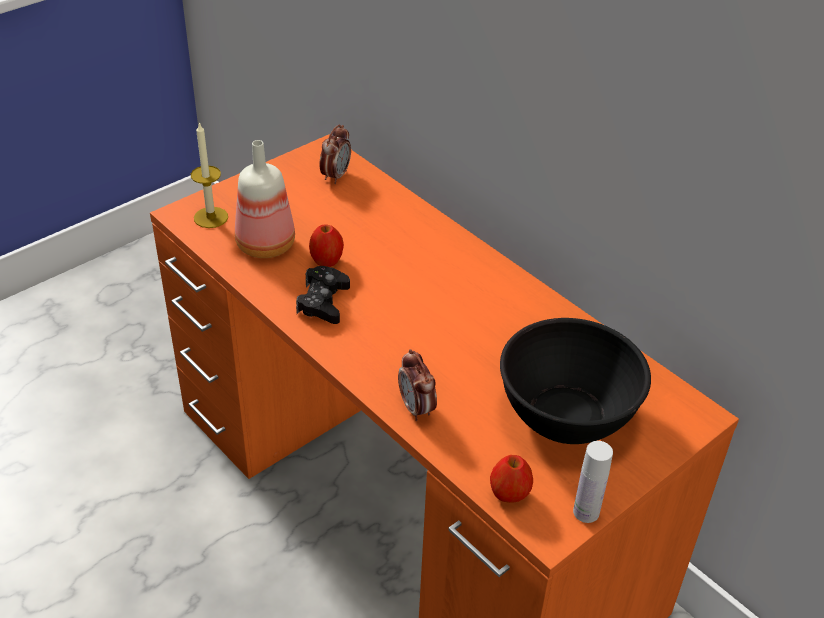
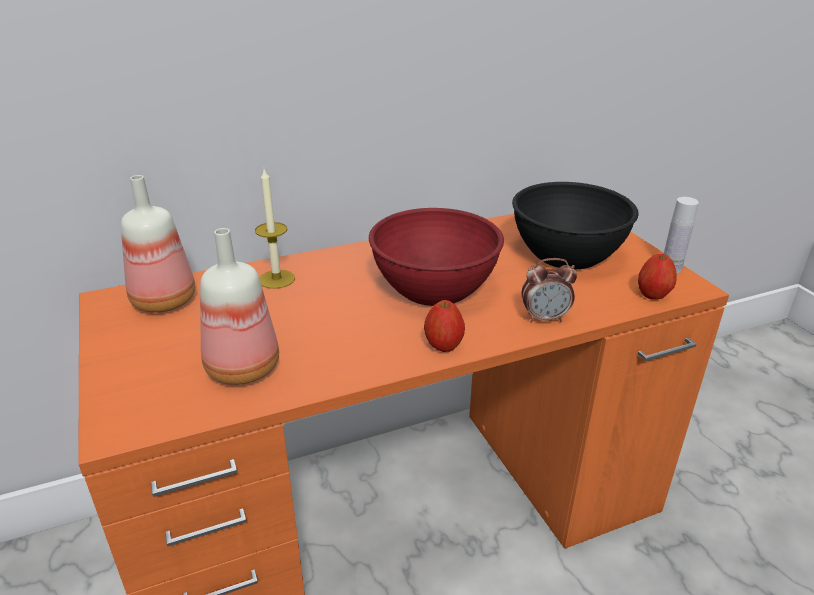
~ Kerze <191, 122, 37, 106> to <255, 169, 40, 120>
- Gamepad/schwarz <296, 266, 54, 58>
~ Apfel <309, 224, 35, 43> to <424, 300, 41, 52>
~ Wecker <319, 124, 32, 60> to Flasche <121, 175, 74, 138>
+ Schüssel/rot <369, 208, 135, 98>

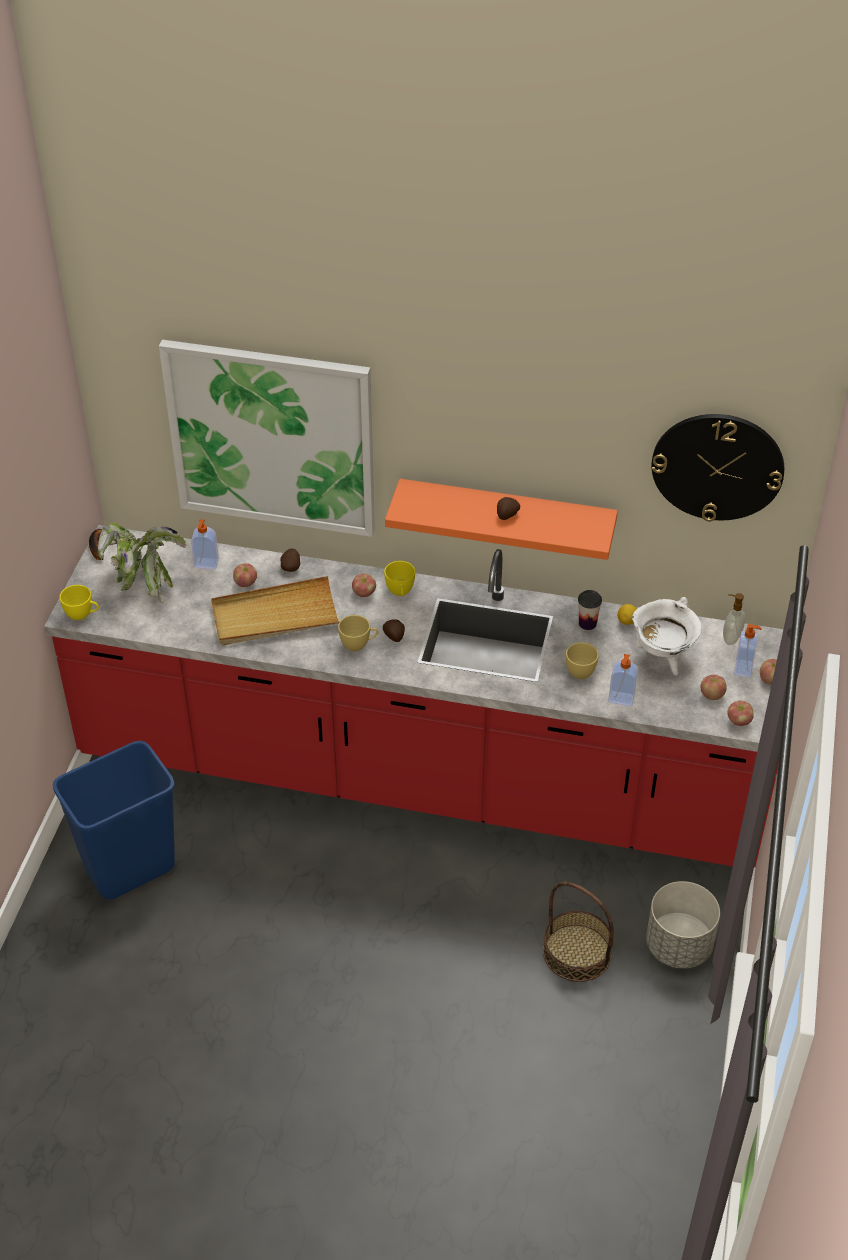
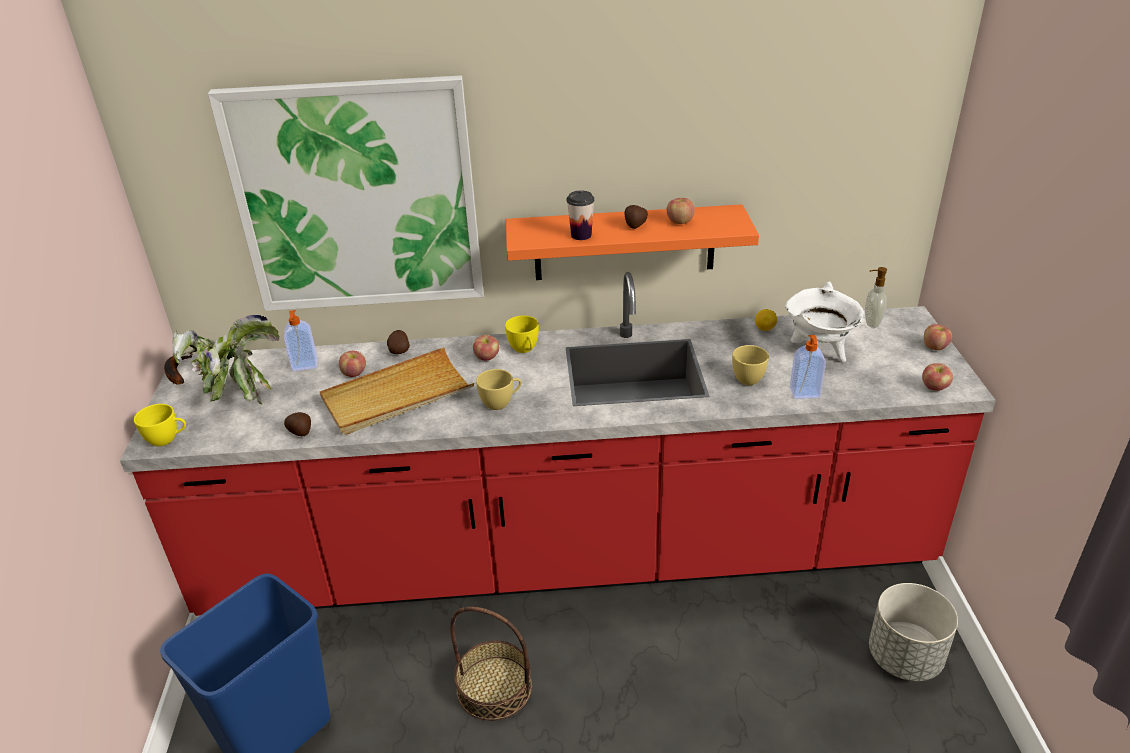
~ Kartoffel <383, 619, 22, 23> to <284, 412, 27, 24>
~ Korb <543, 882, 71, 100> to <450, 607, 82, 114>
~ Tasse <578, 590, 24, 40> to <567, 191, 27, 49>
- Wanduhr <651, 414, 133, 108>
~ Apfel <700, 675, 27, 25> to <667, 198, 28, 26>
- Seifenspender <734, 624, 28, 54>

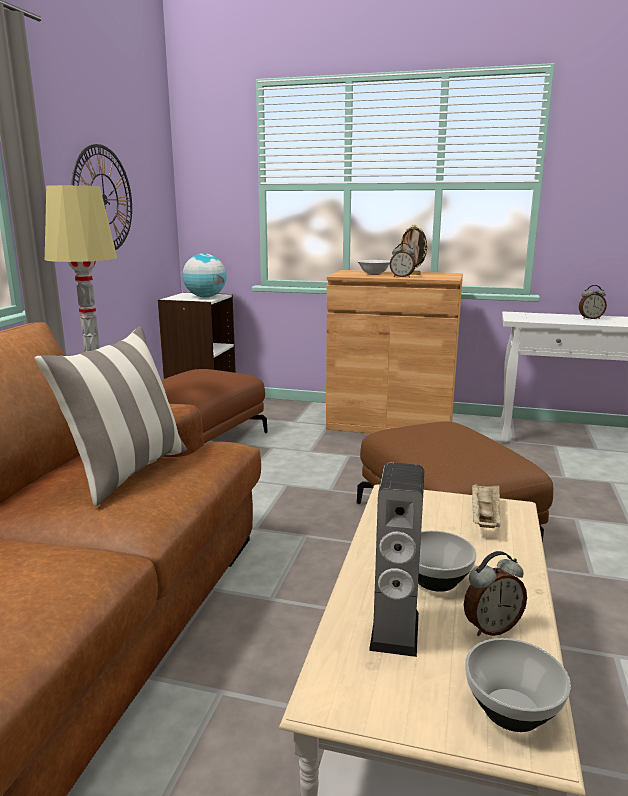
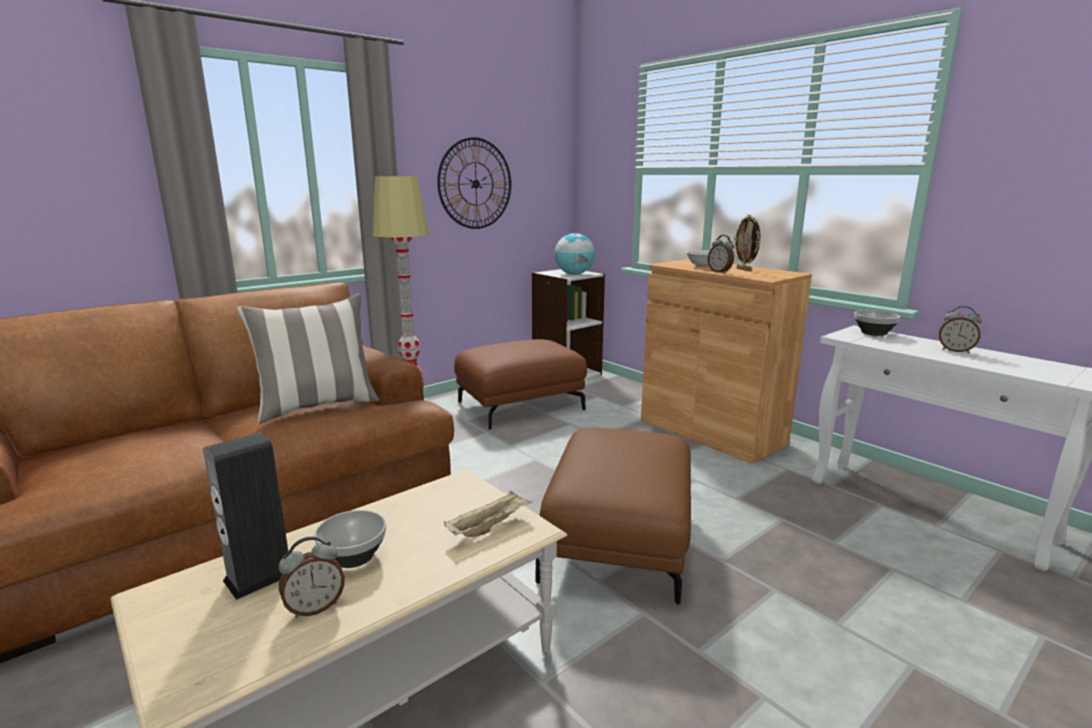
~ Wecker <464, 551, 63, 85> = <279, 537, 66, 81> 45 degrees counterclockwise
~ Schüssel <465, 638, 106, 94> to <854, 310, 46, 26>

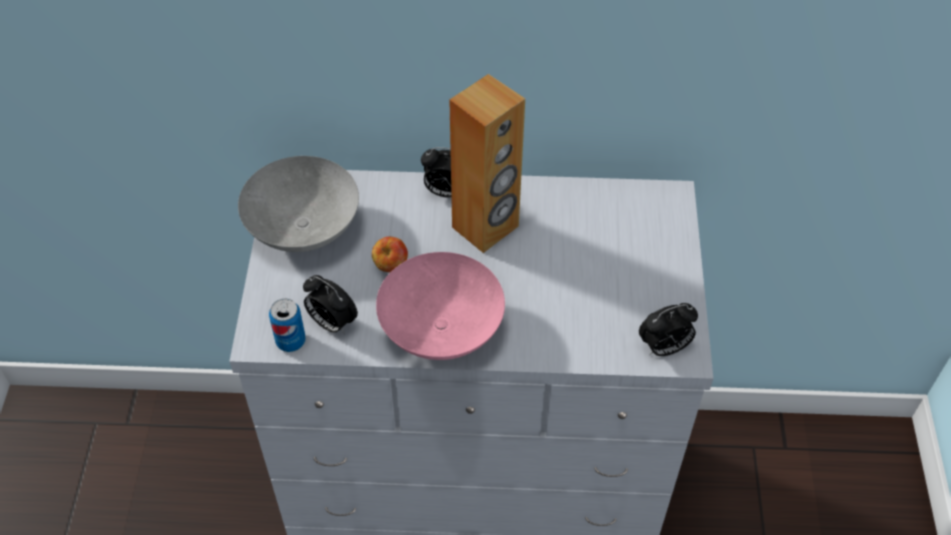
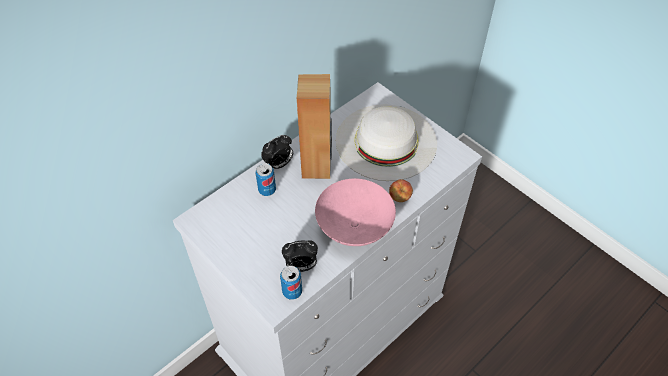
- Schüssel/grau <238, 156, 121, 96>
~ Apfel <372, 237, 36, 35> to <389, 179, 24, 23>
- Wecker <639, 303, 59, 53>
+ Dose <255, 163, 21, 33>
+ Hut/weiß <336, 105, 101, 76>

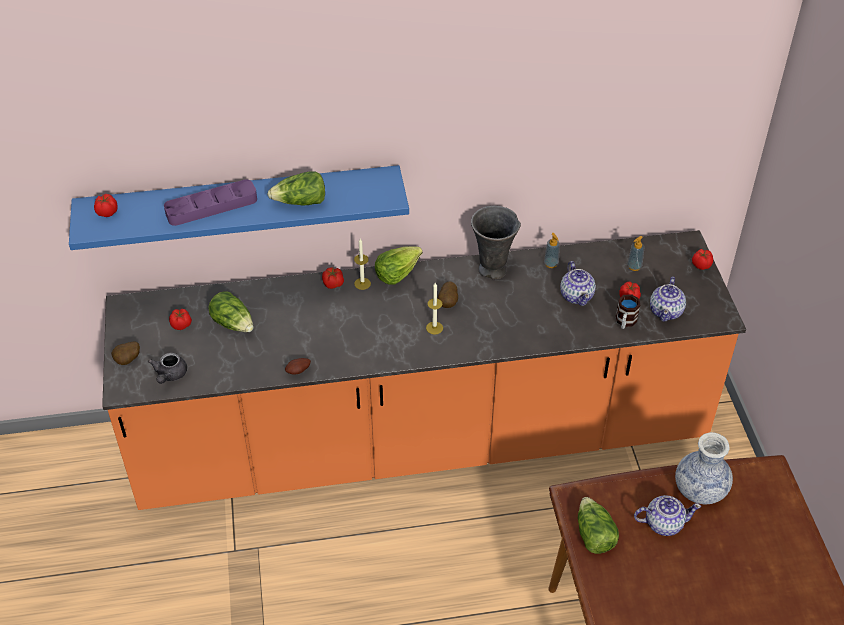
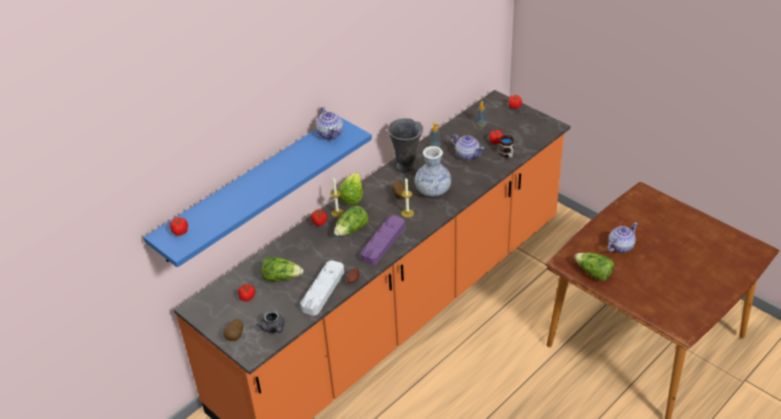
~ Tablett/lila <164, 179, 93, 47> to <361, 215, 44, 50>
~ Salatkopf <267, 171, 58, 35> to <334, 206, 35, 30>
~ Teekanne <650, 276, 36, 46> to <316, 107, 27, 32>
~ Vase <675, 432, 58, 72> to <415, 146, 36, 51>
+ Tablett/grau <300, 260, 44, 56>

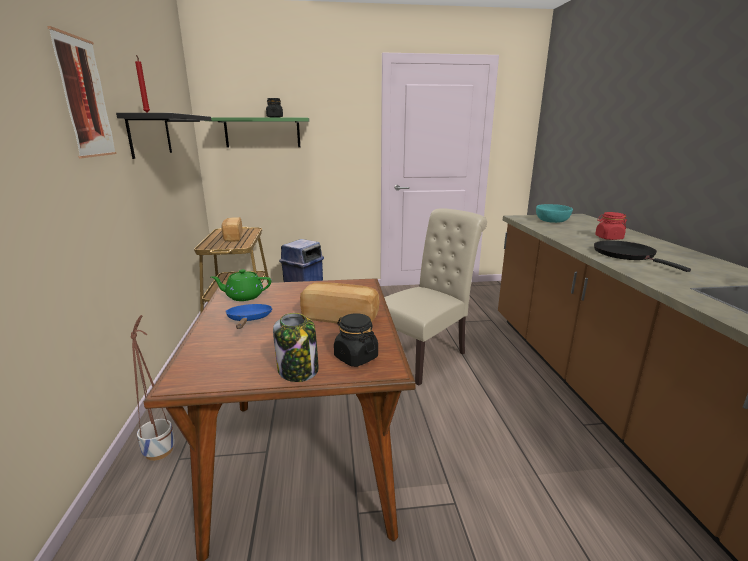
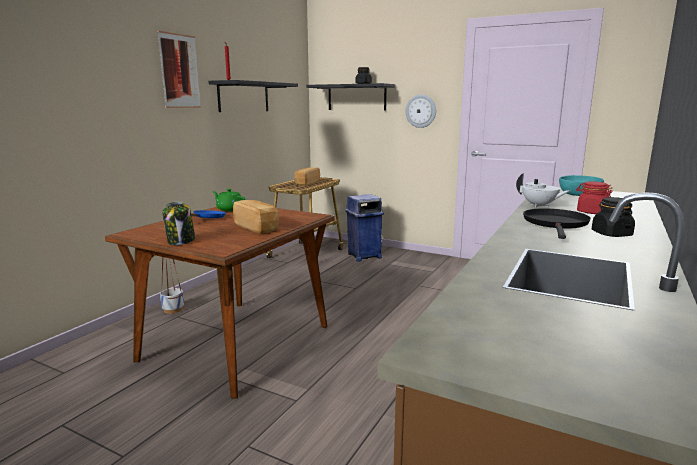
~ Wandregal/grün <211, 117, 98, 31> to Wandregal/schwarz <306, 83, 89, 27>
~ Vorratsglas/schwarz <334, 313, 44, 54> to <592, 197, 43, 40>
- Stuhl/beige <384, 208, 103, 177>
+ Wanduhr <406, 95, 30, 33>
+ Teekanne/weiß <516, 173, 54, 34>

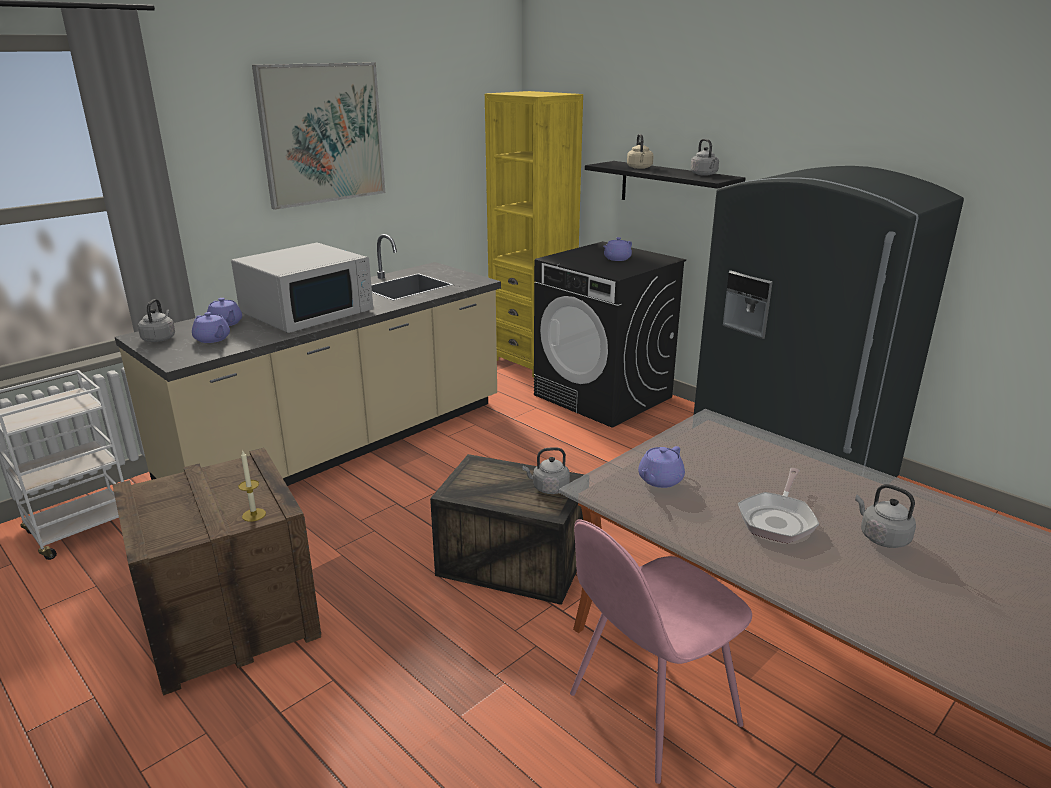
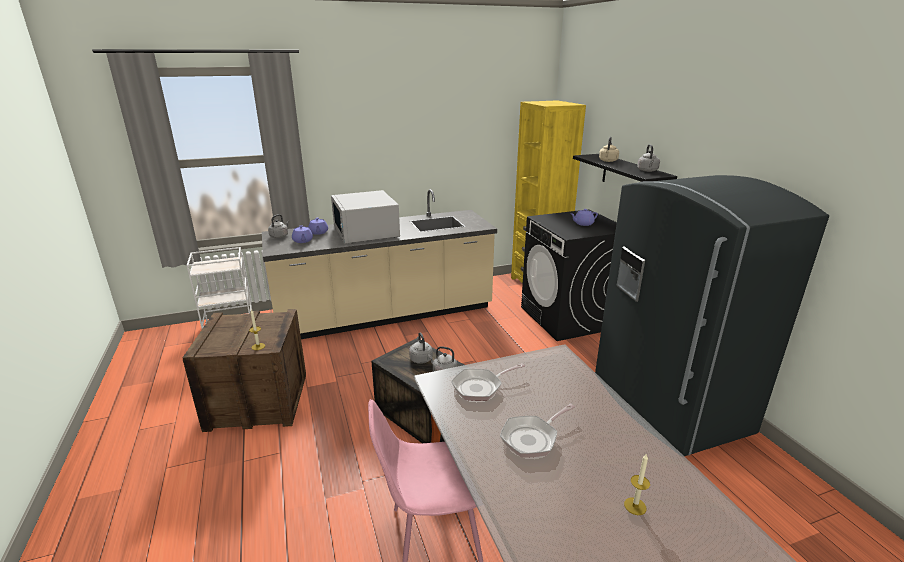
~ Mikrowelle/weiß <231, 243, 142, 90> = <331, 190, 69, 54> 90 degrees clockwise
- Bild <252, 62, 133, 148>
~ Teekanne/lila <638, 446, 47, 42> to Pfanne <451, 363, 74, 38>
~ Wasserkessel/grau <855, 484, 61, 64> to <409, 332, 24, 32>
+ Kerze <624, 453, 26, 62>

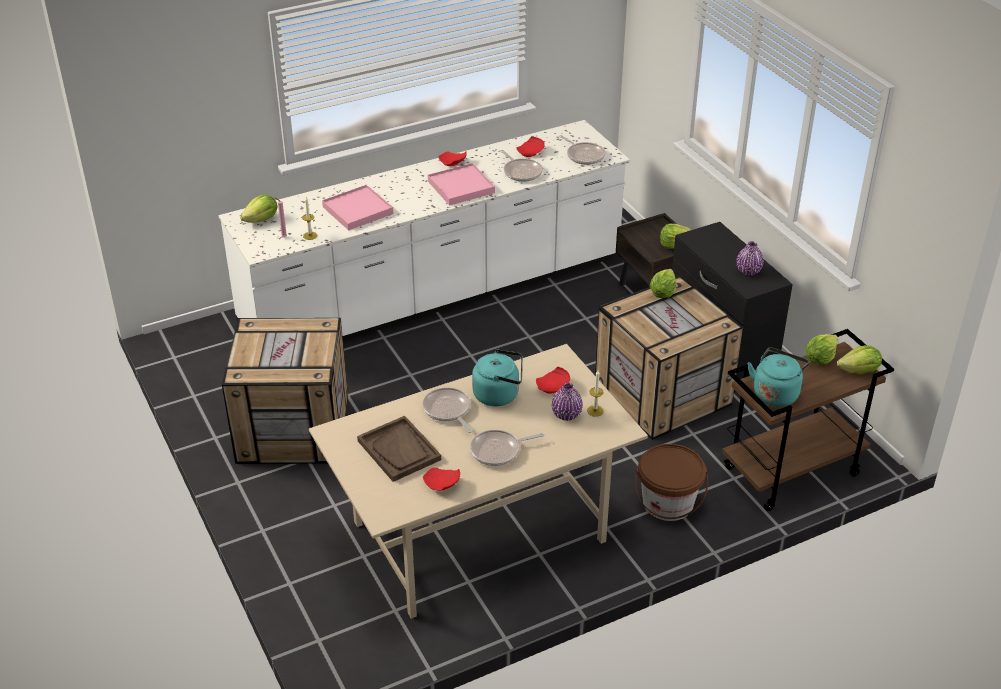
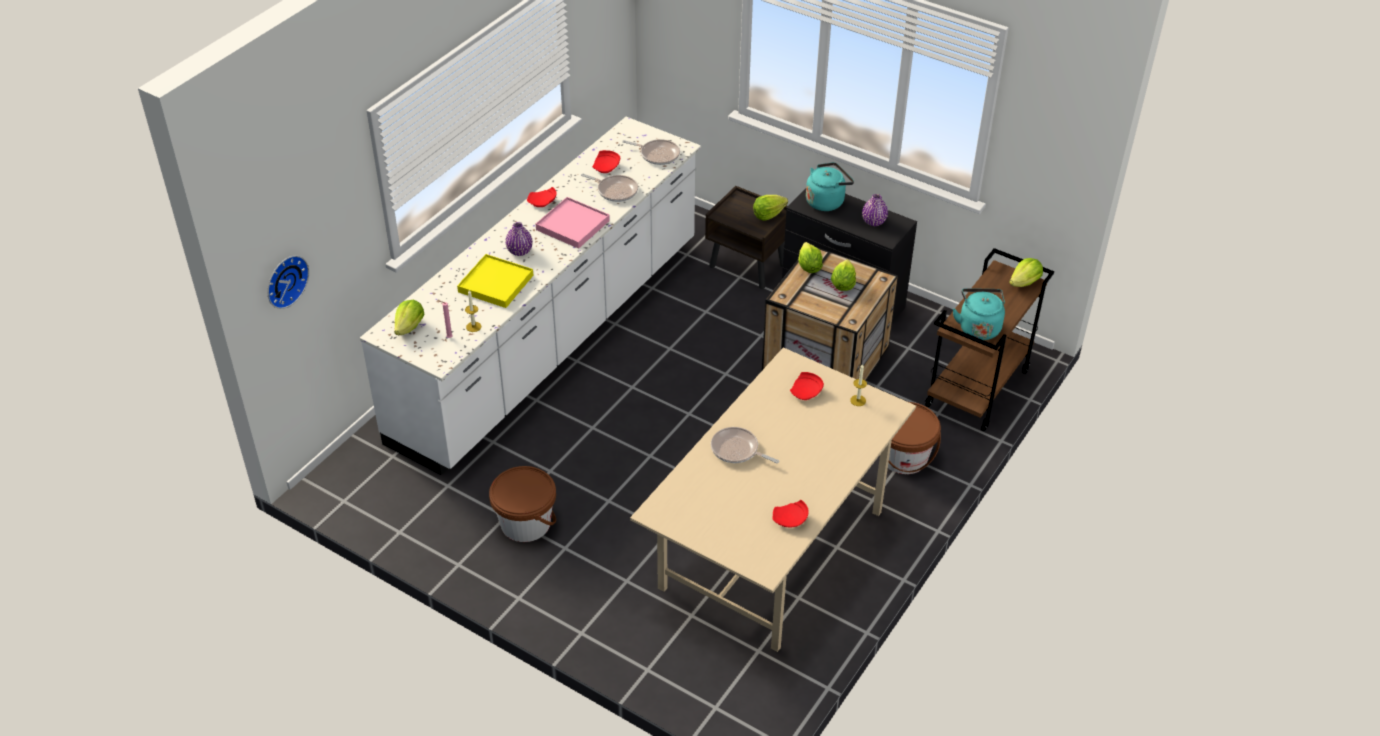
~ Kiste <222, 318, 126, 146> to Eimer/braun <489, 466, 67, 76>
~ Tablett/rosa <322, 185, 72, 45> to Tablett/gelb <457, 254, 76, 54>
- Tablett/braun <357, 416, 84, 66>
- Pfanne <470, 430, 75, 36>
~ Wasserkessel/türkis <472, 349, 51, 57> to <806, 162, 48, 49>
~ Vase/lila <552, 383, 31, 38> to <505, 222, 28, 34>
~ Salatkopf <805, 334, 33, 31> to <831, 259, 25, 32>
+ Wanduhr <267, 256, 42, 53>

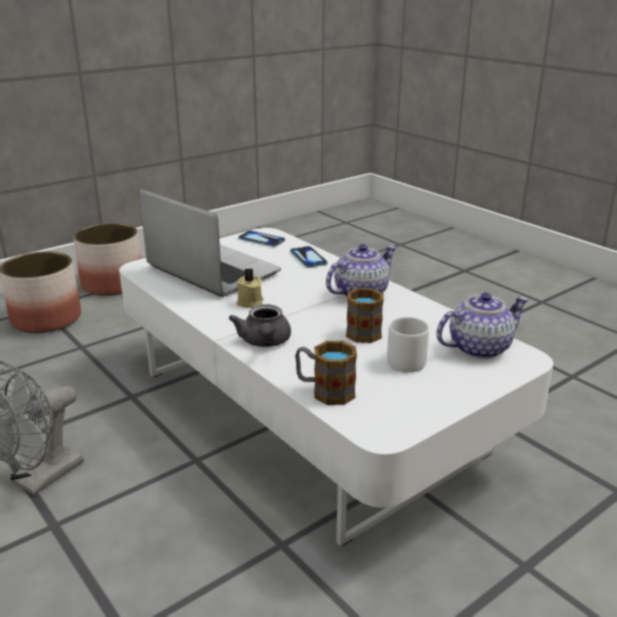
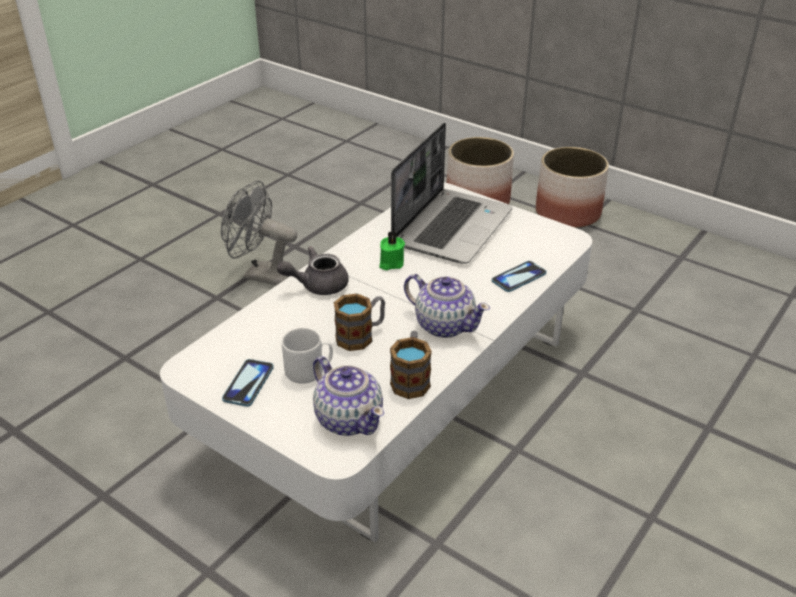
~ Kerze/beige <237, 269, 26, 39> to Kerze/grün <379, 231, 26, 39>
~ Handy <238, 231, 47, 16> to <222, 359, 52, 48>
~ Henkelbecher <295, 341, 62, 64> to <390, 331, 42, 68>

